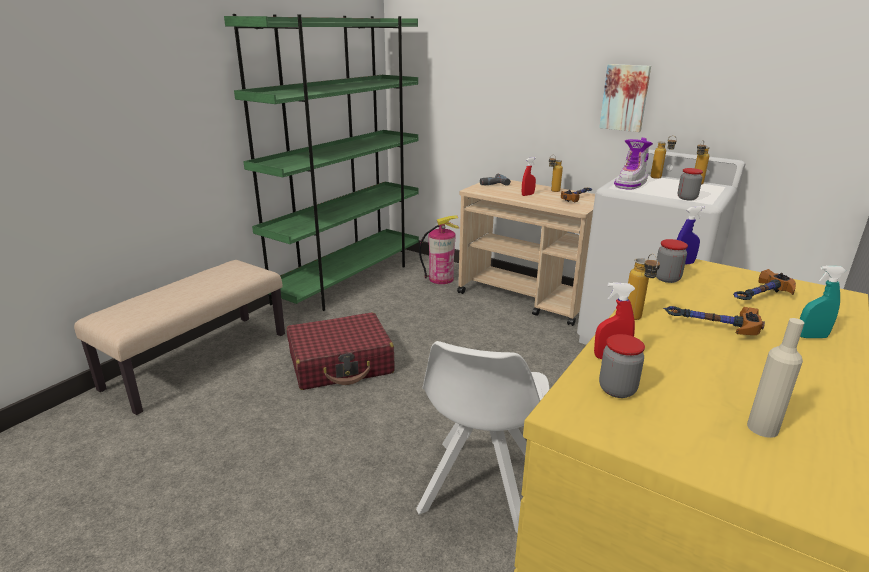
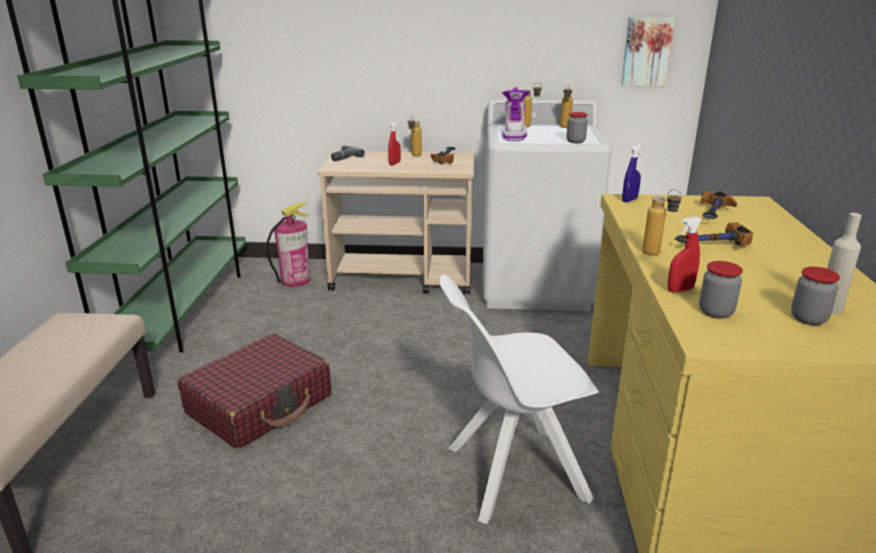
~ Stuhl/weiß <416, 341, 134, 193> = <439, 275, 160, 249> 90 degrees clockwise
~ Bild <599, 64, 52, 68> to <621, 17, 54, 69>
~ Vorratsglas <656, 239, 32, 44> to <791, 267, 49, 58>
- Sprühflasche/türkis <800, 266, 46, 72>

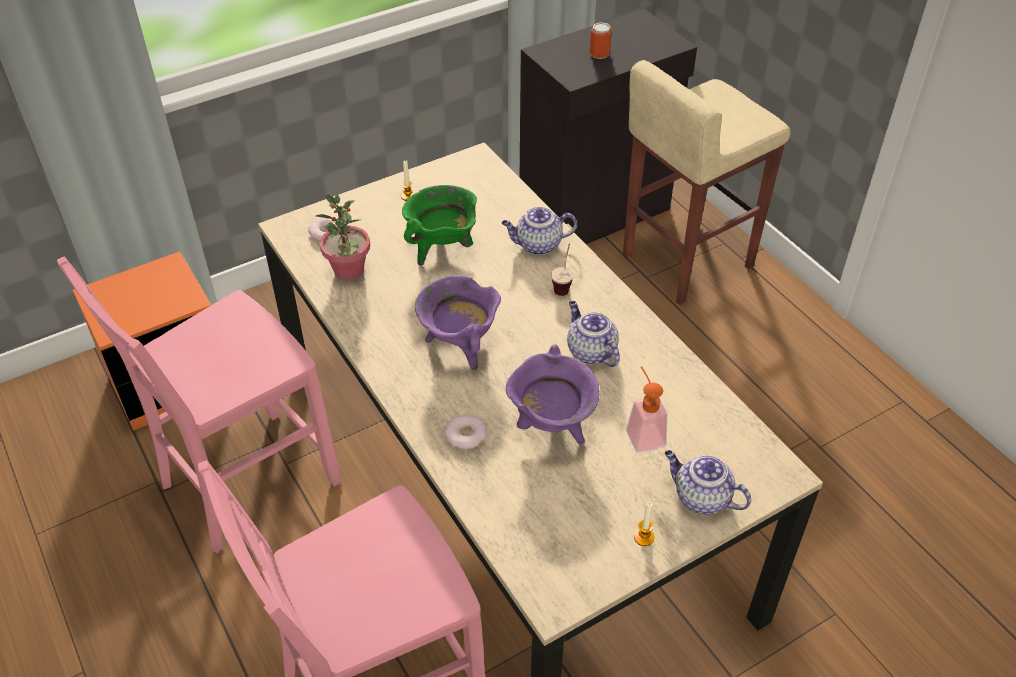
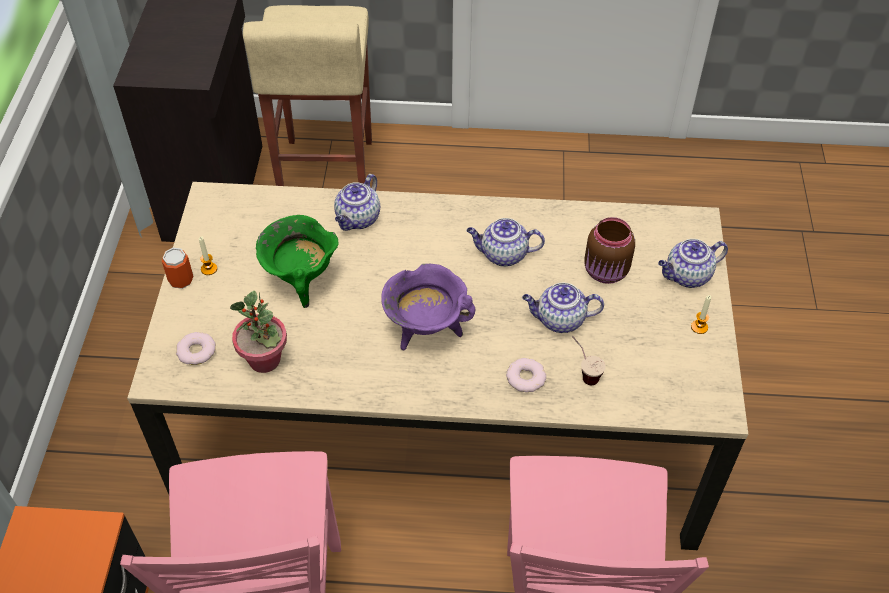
~ Kochtopf/lila <506, 344, 93, 100> to Teekanne <522, 283, 82, 50>
~ Tasse <551, 244, 23, 52> to <572, 336, 33, 49>
~ Dose <590, 22, 22, 37> to <162, 248, 31, 41>
~ Seifenspender <626, 366, 41, 86> to Vorratsglas/braun <584, 217, 51, 67>

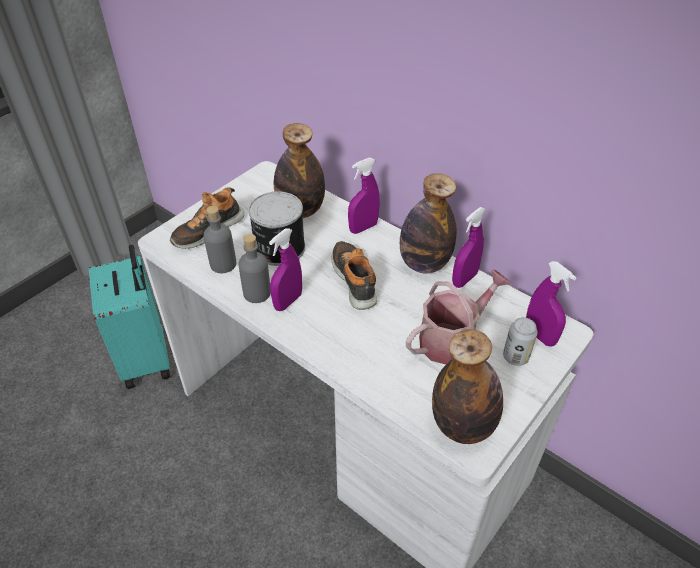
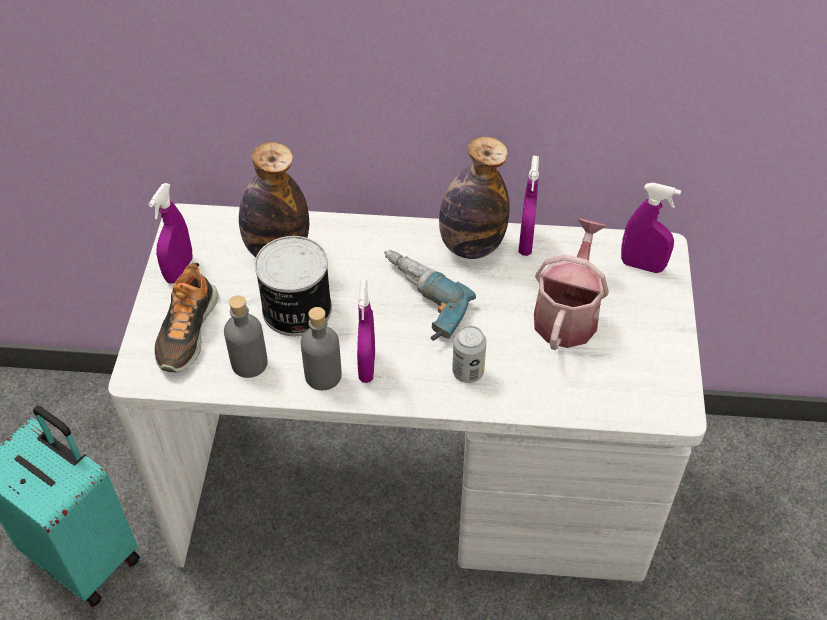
~ Schuh <332, 241, 45, 69> to Bohrmaschine <384, 250, 92, 91>
~ Sprühflasche/lila <348, 158, 32, 76> to <148, 183, 45, 100>
- Flasche <432, 329, 71, 115>
~ Dose <503, 317, 35, 49> to <452, 326, 35, 57>

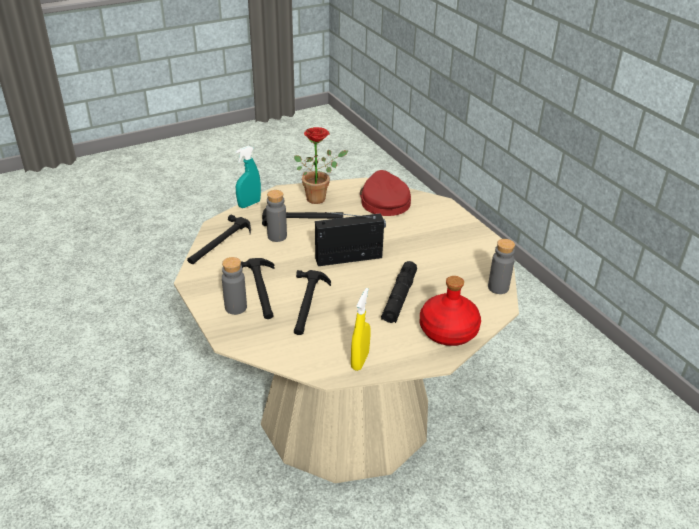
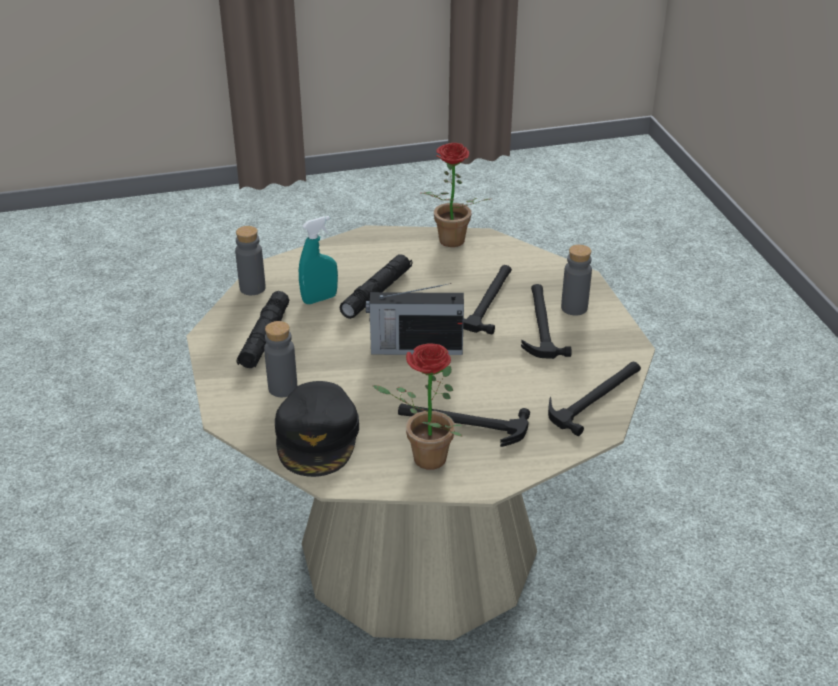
~ Sprühflasche/türkis <236, 146, 25, 62> to <299, 216, 39, 88>
~ Flasche/grau <266, 190, 21, 52> to <264, 321, 33, 76>
~ Sprühflasche/gelb <351, 288, 20, 83> to Topfpflanze <421, 143, 70, 104>
~ Kappe/rot <360, 170, 51, 46> to Kappe/schwarz <275, 381, 84, 96>
- Flasche/rot <420, 276, 61, 70>
+ Taschenlampe/schwarz <236, 291, 53, 77>

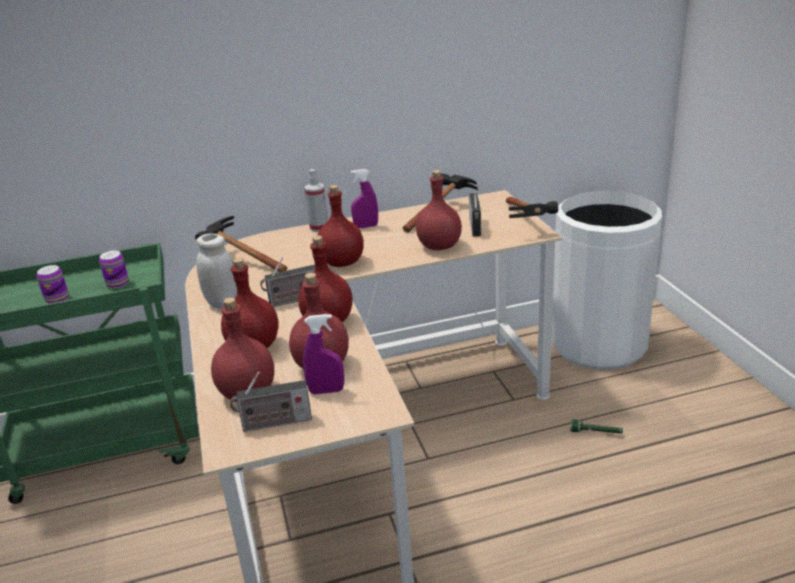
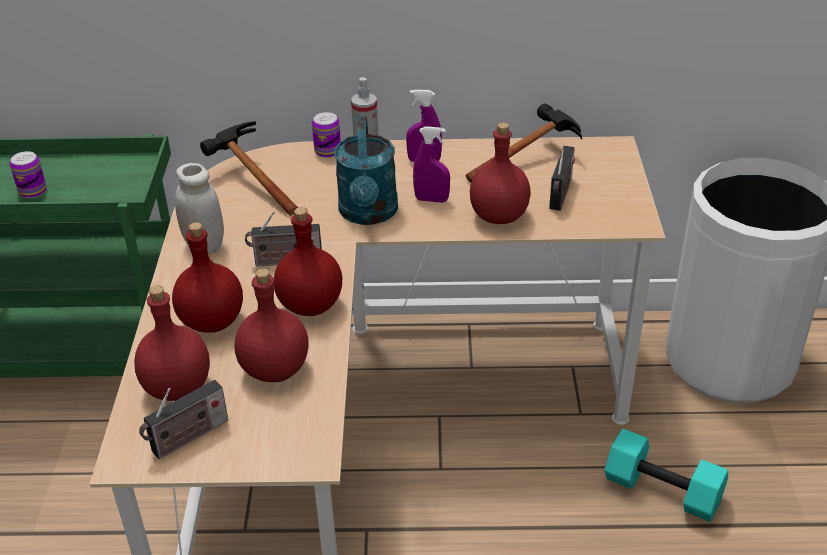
~ Dose <99, 250, 30, 38> to <312, 112, 29, 46>
~ Radio <230, 372, 82, 60> = <139, 380, 89, 79> 45 degrees counterclockwise
~ Sprühflasche/lila <303, 314, 41, 80> to <413, 126, 37, 77>
~ Flasche/rot <318, 185, 46, 82> to Gießkanne/türkis <334, 117, 64, 108>
- Hammer <506, 197, 52, 21>
~ Taschenlampe/grün <570, 419, 53, 15> to Hantel/türkis <604, 429, 124, 93>

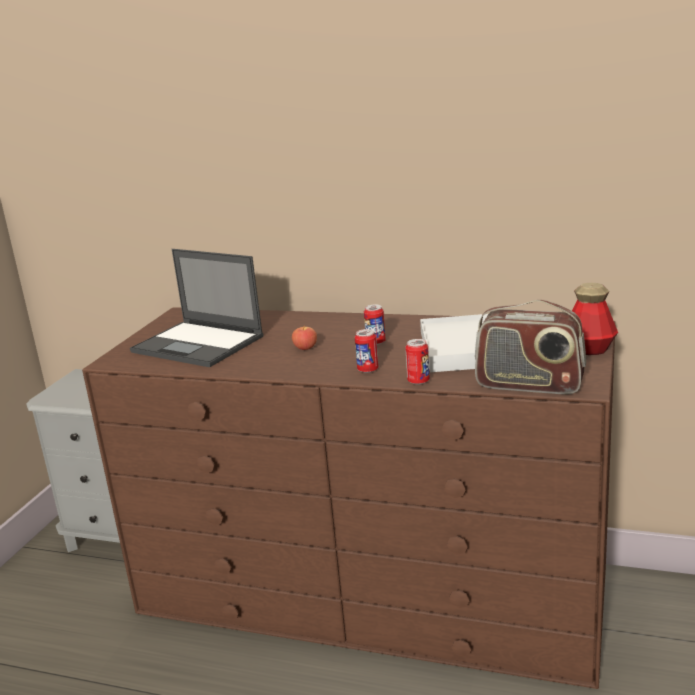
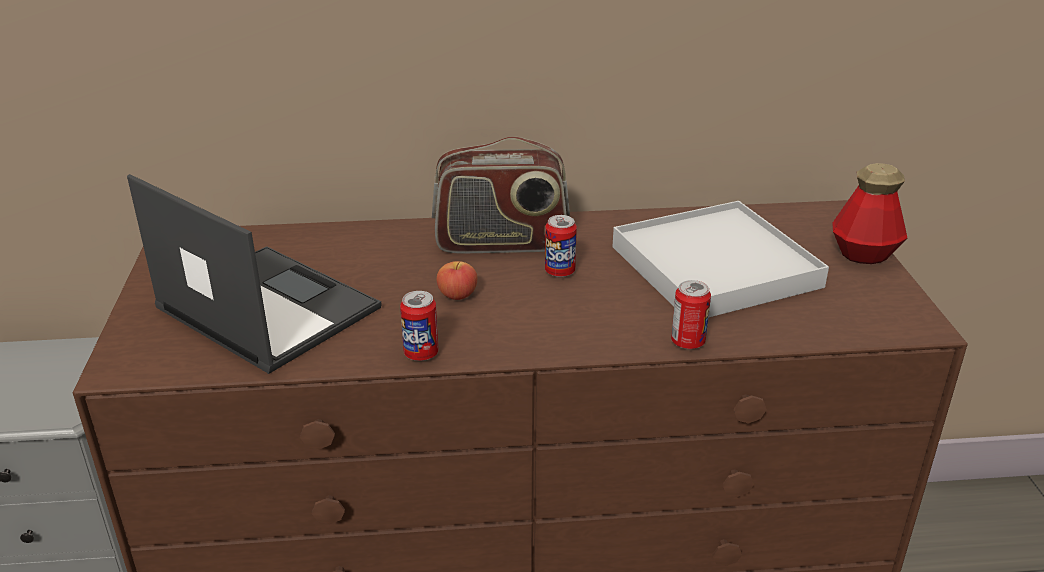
~ Laptop <130, 249, 134, 118> = <127, 174, 255, 200> 150 degrees counterclockwise
~ Dose <355, 329, 24, 44> to <400, 291, 38, 70>
~ Radio <475, 300, 111, 94> to <432, 136, 138, 118>

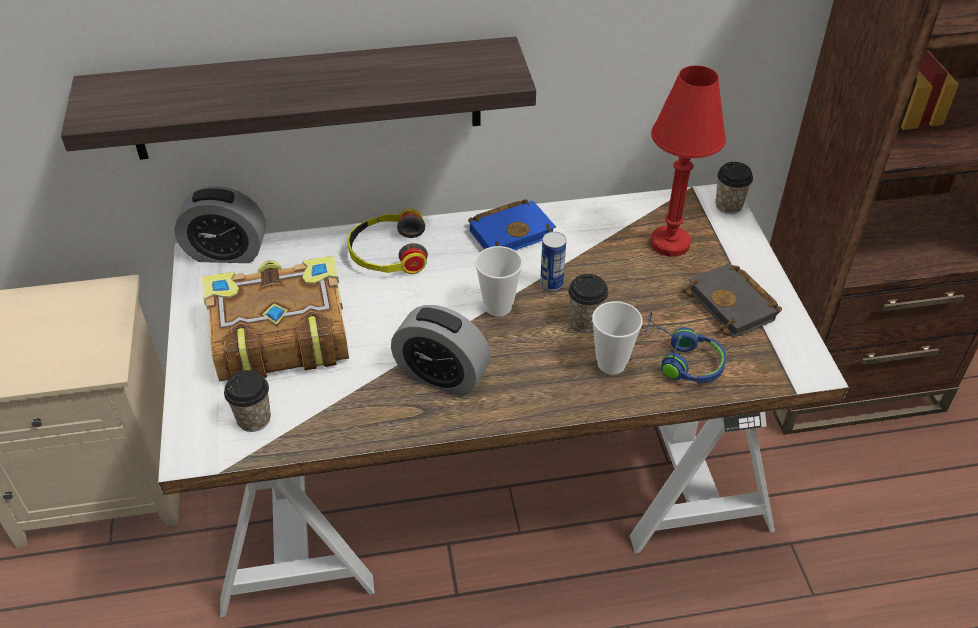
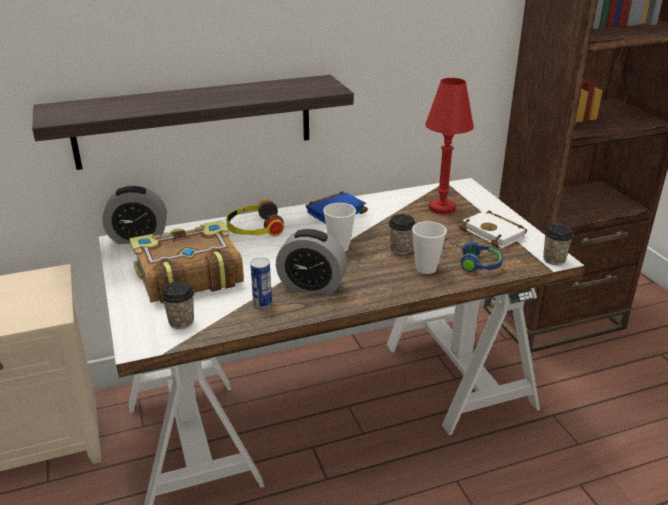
~ Dose <540, 232, 26, 60> to <250, 258, 22, 51>
~ Buch/schwarz <682, 264, 100, 74> to Buch/weiß <460, 210, 67, 38>
~ Tasse <715, 162, 38, 52> to <543, 224, 31, 41>

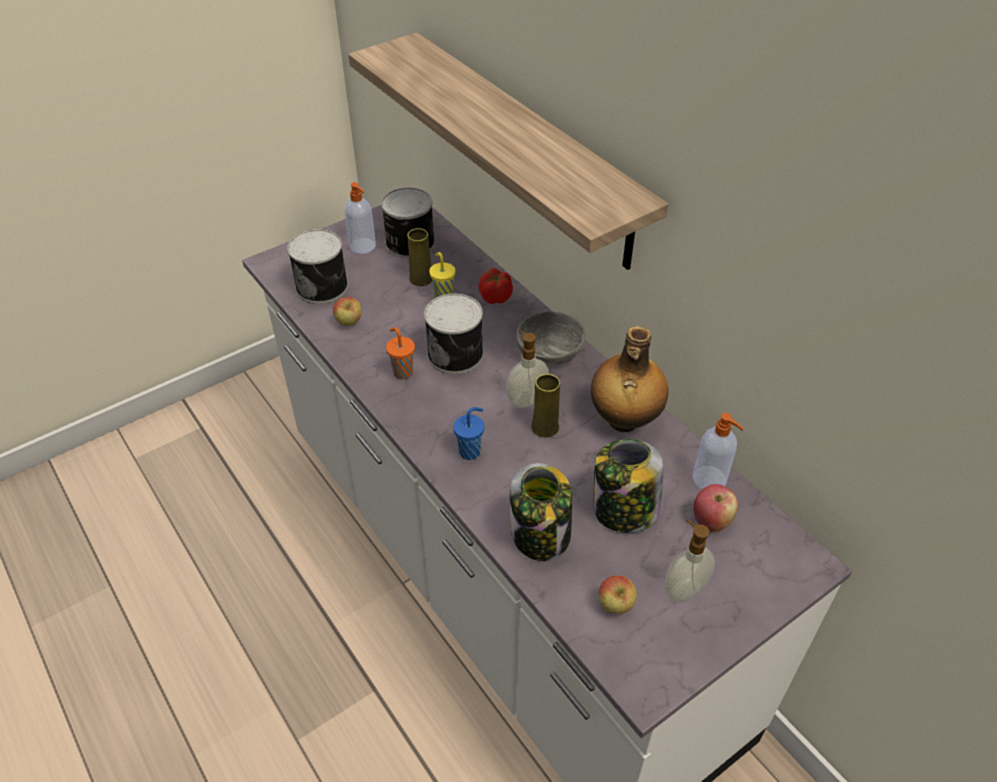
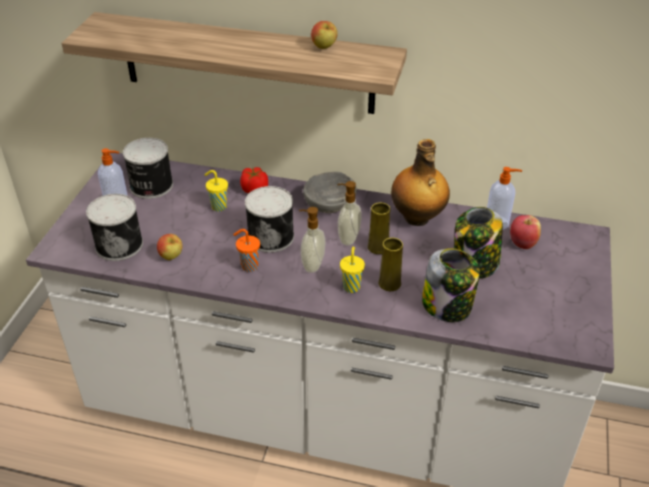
~ Vase/gelb <407, 228, 25, 58> to <378, 237, 25, 54>
~ Tasse/blau <453, 407, 31, 53> to Tasse/gelb <340, 246, 25, 47>
~ Apfel <599, 575, 38, 39> to <311, 21, 27, 28>
~ Seifenspender <664, 519, 51, 84> to <299, 207, 26, 66>

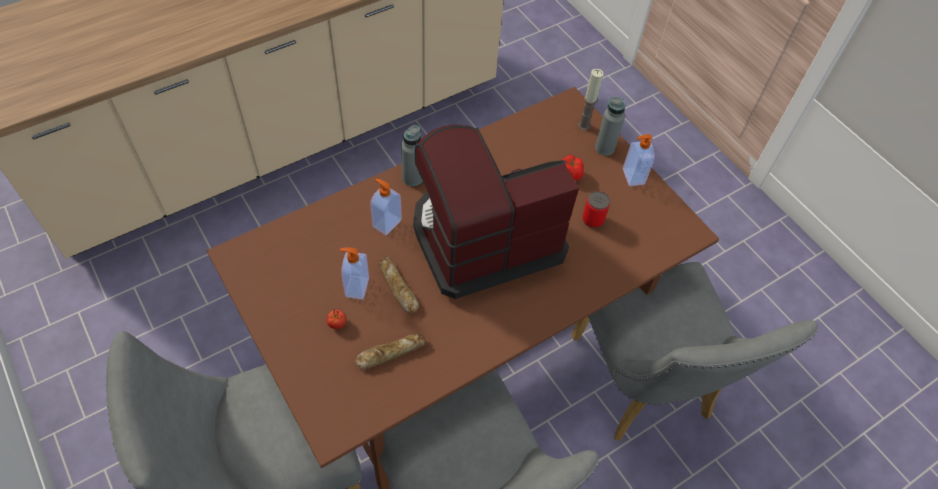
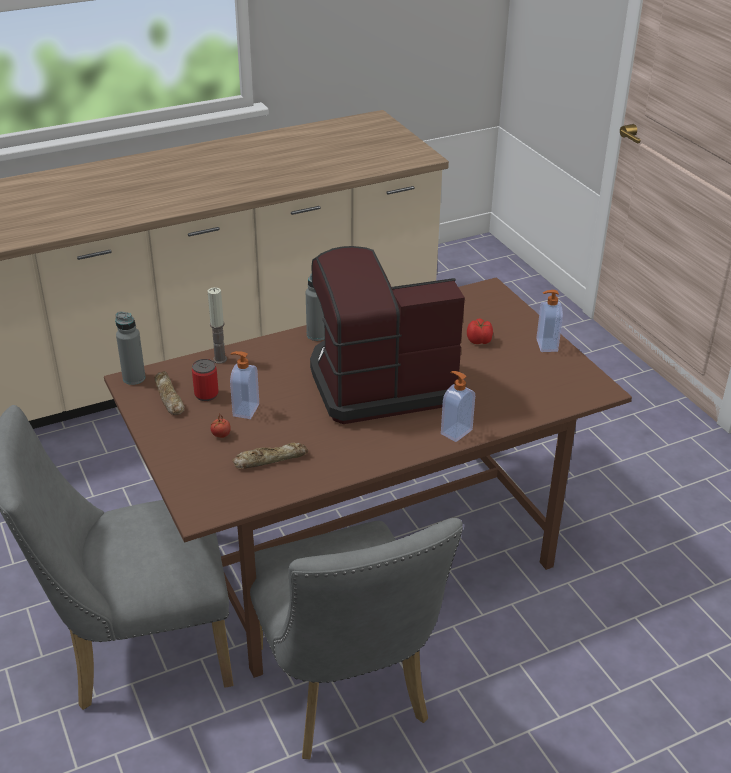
~ Seifenspender <370, 179, 32, 56> to <441, 371, 34, 71>
~ Brot <378, 256, 41, 57> to <154, 371, 31, 44>
- Stuhl/grau <572, 262, 246, 179>
~ Kerze <578, 69, 26, 61> to <208, 287, 19, 77>
~ Dose <582, 191, 28, 37> to <192, 359, 27, 42>
~ Flasche/grau <595, 97, 30, 58> to <115, 312, 30, 73>

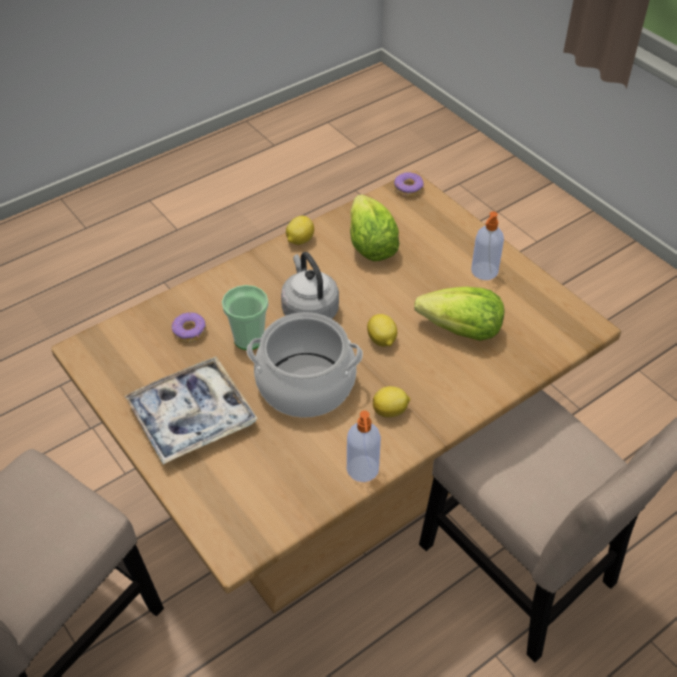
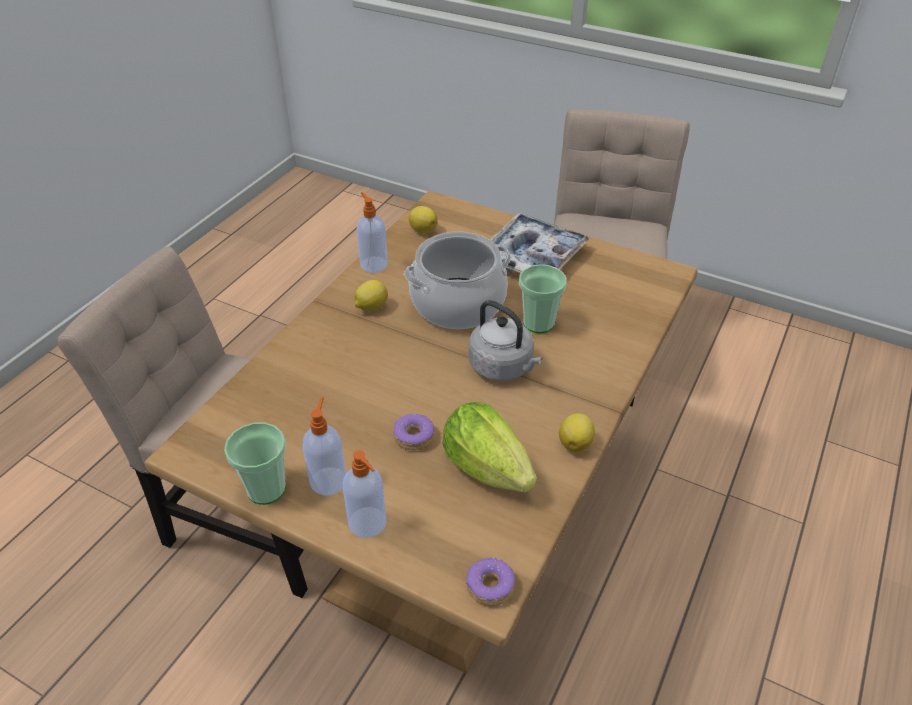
~ Donut <171, 312, 35, 31> to <393, 414, 41, 37>
~ Zitrone <367, 314, 30, 33> to <409, 206, 29, 27>
- Salatkopf <414, 287, 90, 54>
+ Tasse <224, 423, 62, 82>
+ Seifenspender <343, 450, 43, 88>

